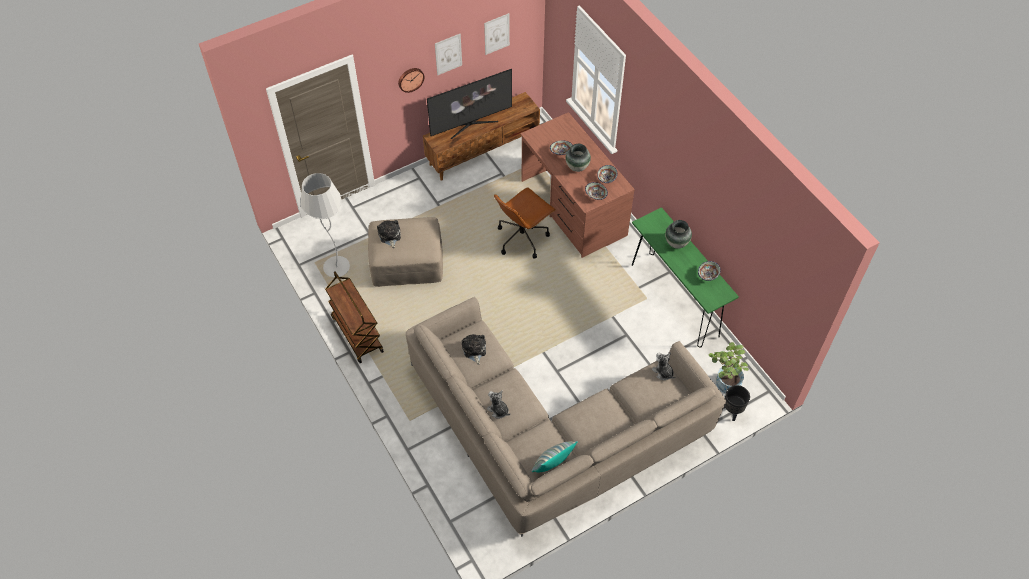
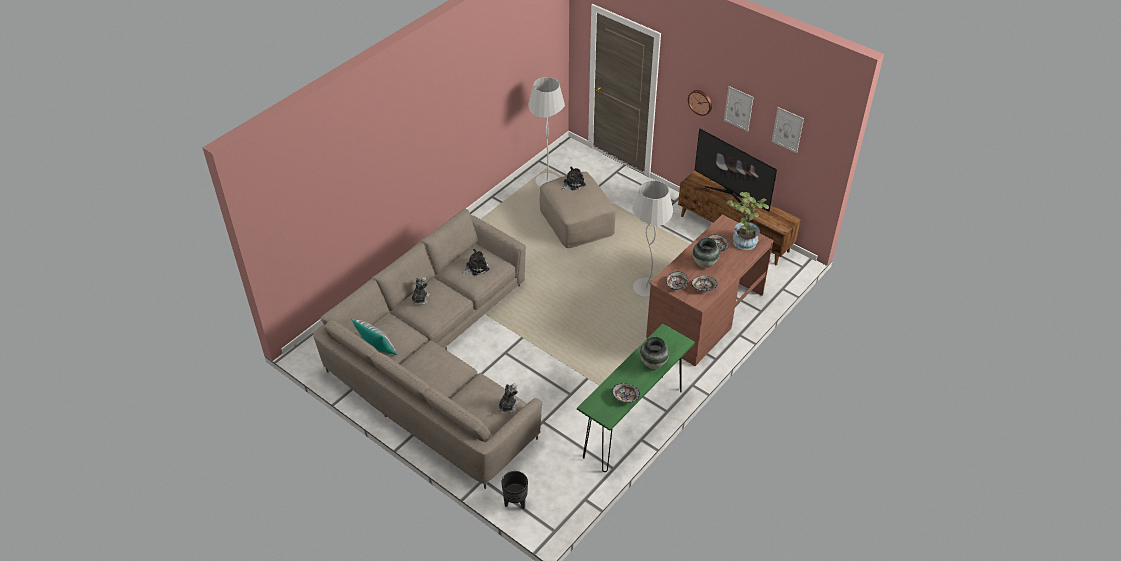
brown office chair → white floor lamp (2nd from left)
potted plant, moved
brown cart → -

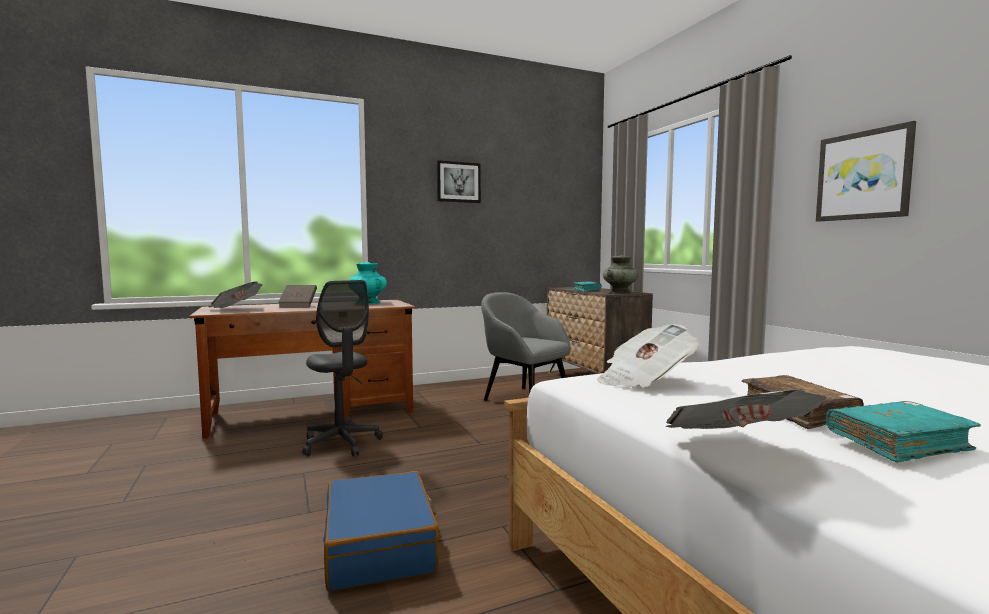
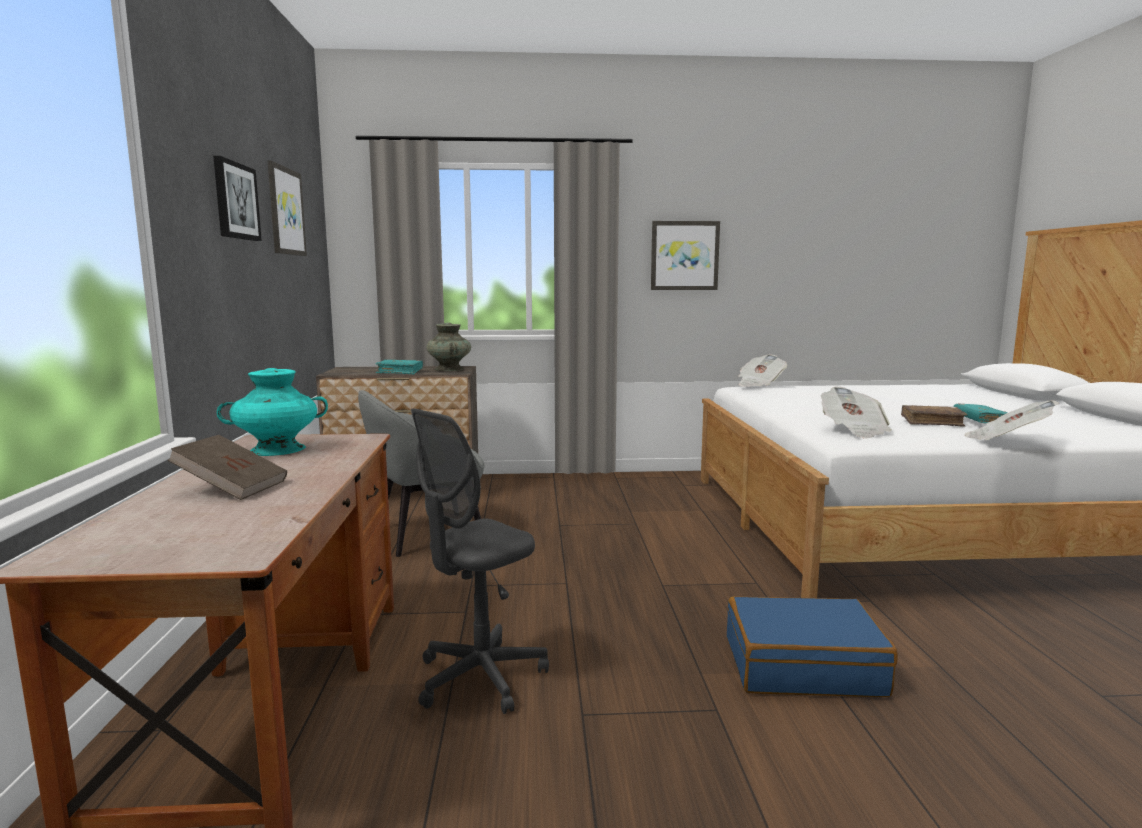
- → picture (2nd from left)
grey office chair, 150 degrees clockwise
newspaper (1st from left), moved

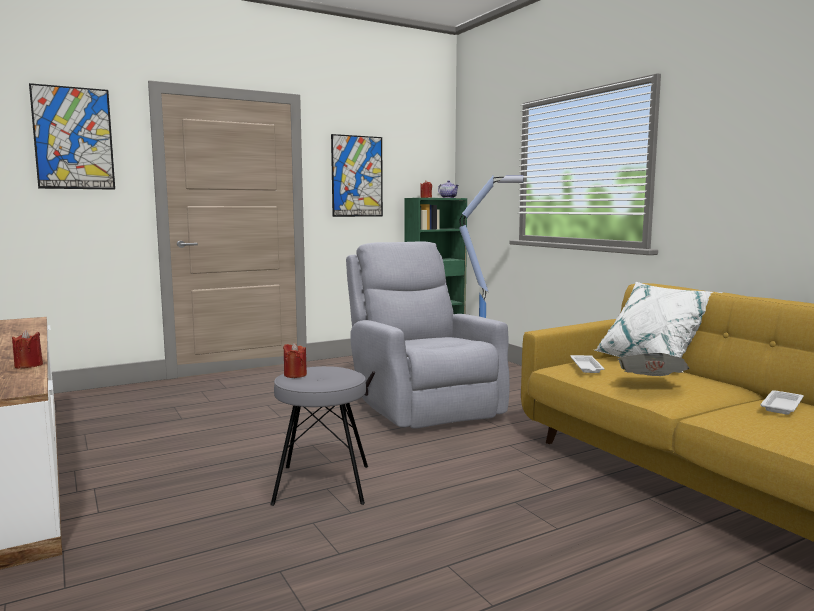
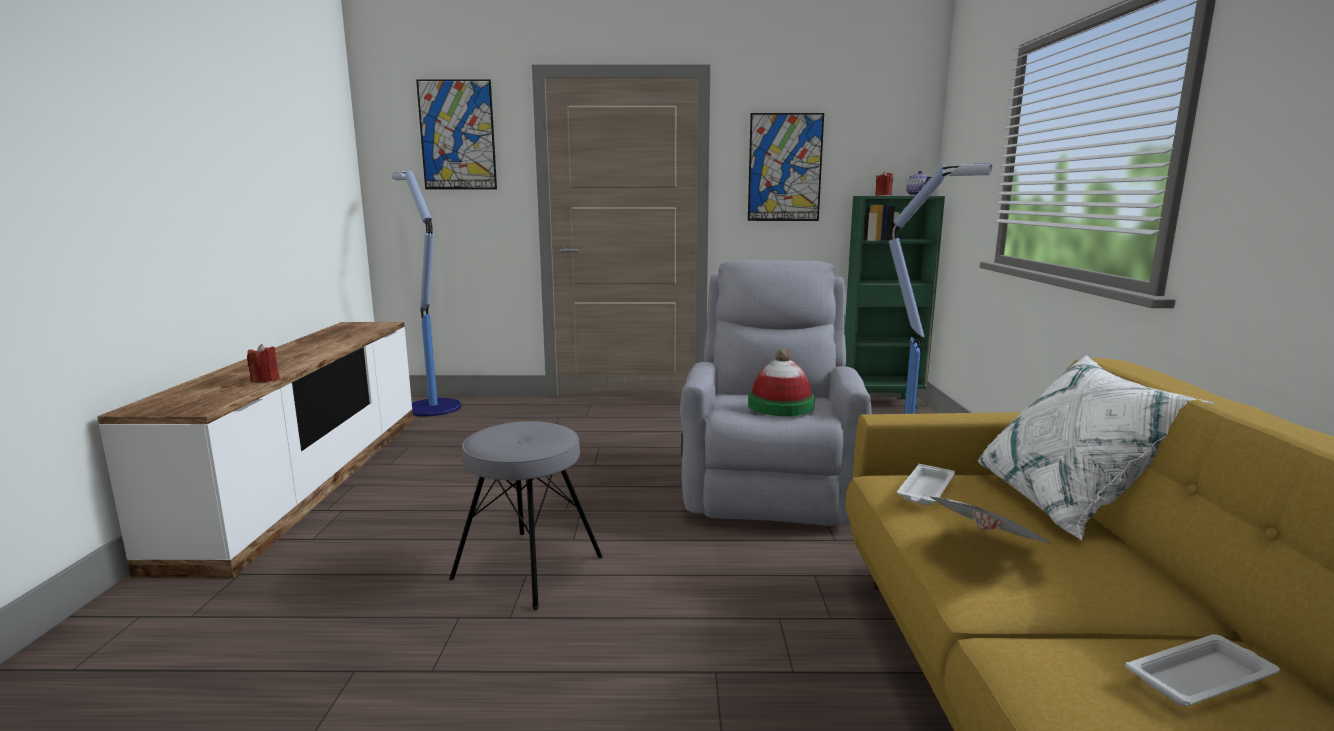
- → floor lamp (1st from left)
- → hat
red candle (2nd from left) → -

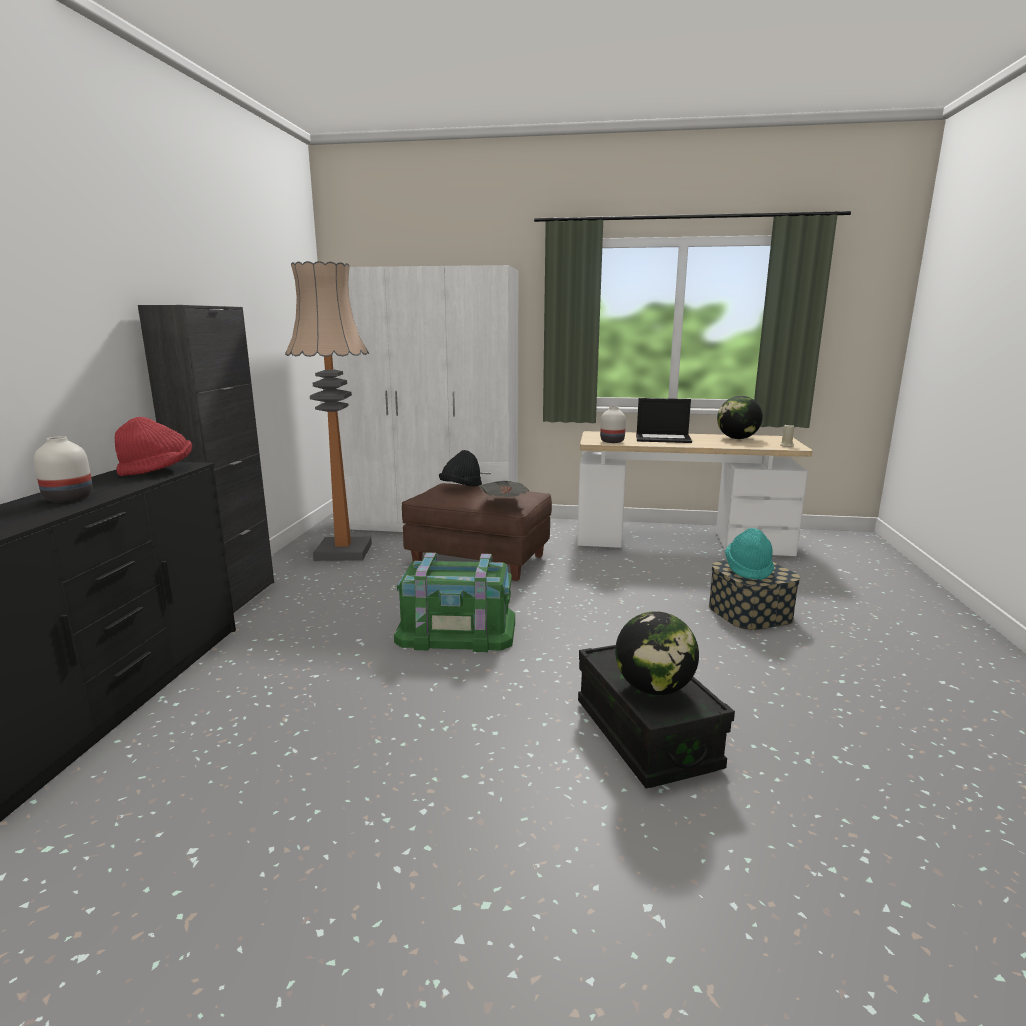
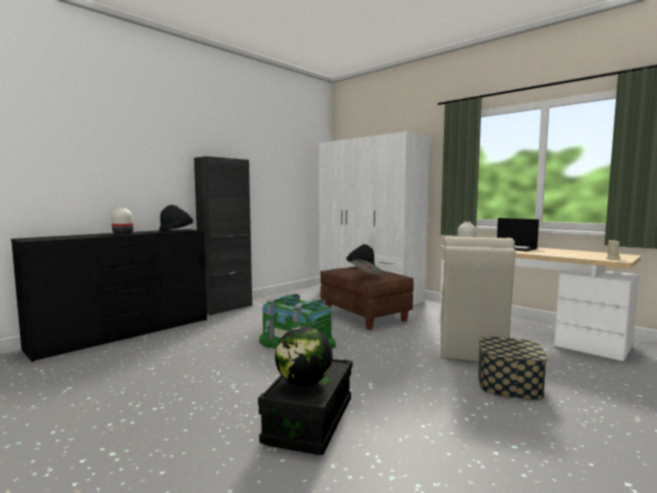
red hat → black hat (1st from left)
- → beige chair
floor lamp → -
globe (2nd from left) → -
turquoise hat → -

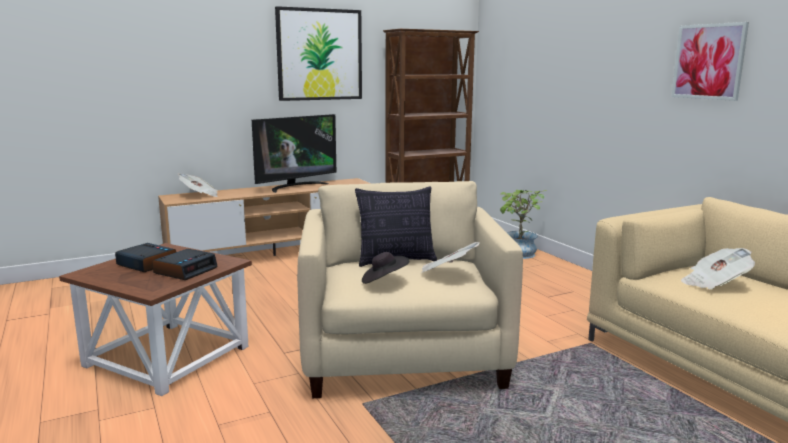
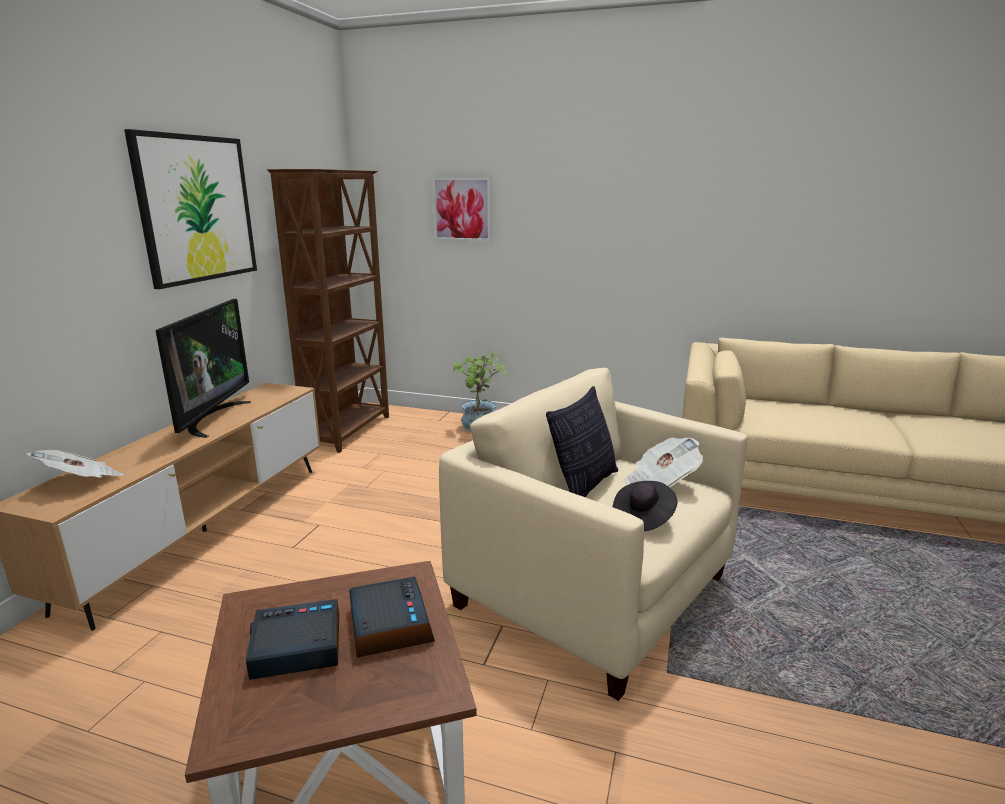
picture (2nd from left), moved
newspaper (3rd from left) → -

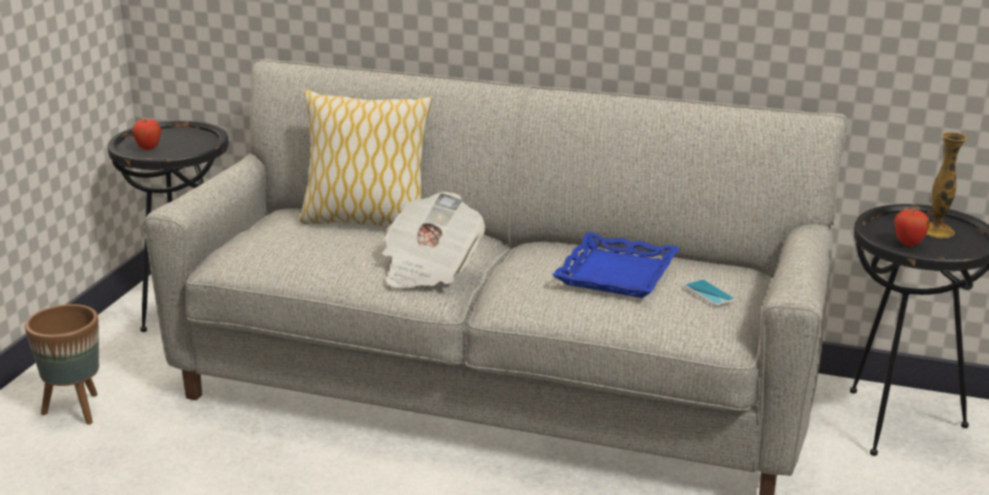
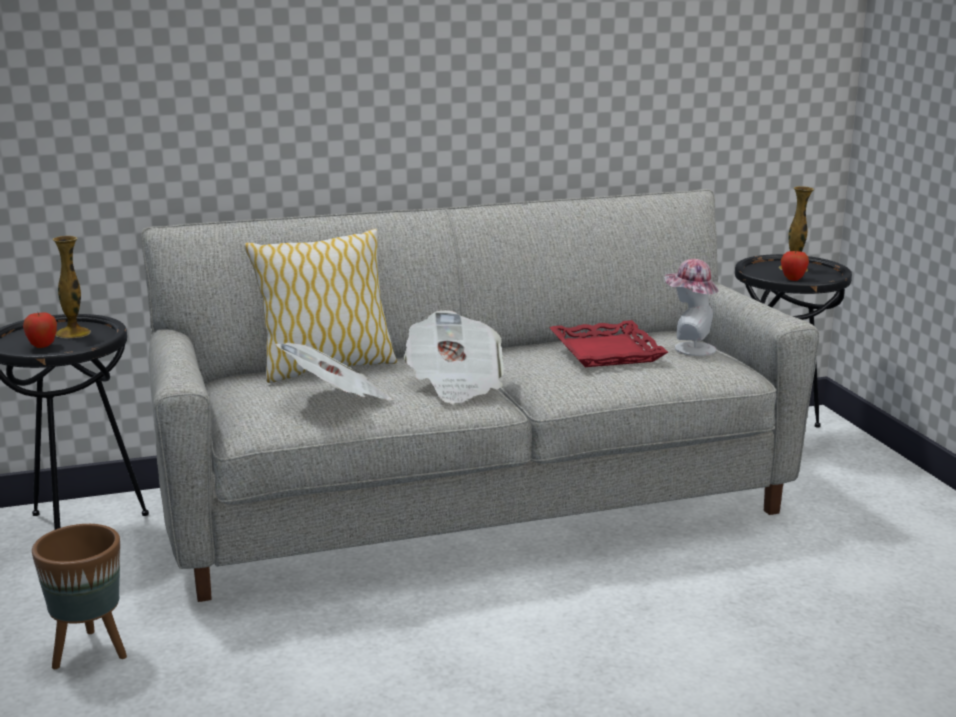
- → vase (1st from left)
- → newspaper (1st from left)
blue tray → red tray
phone → hat

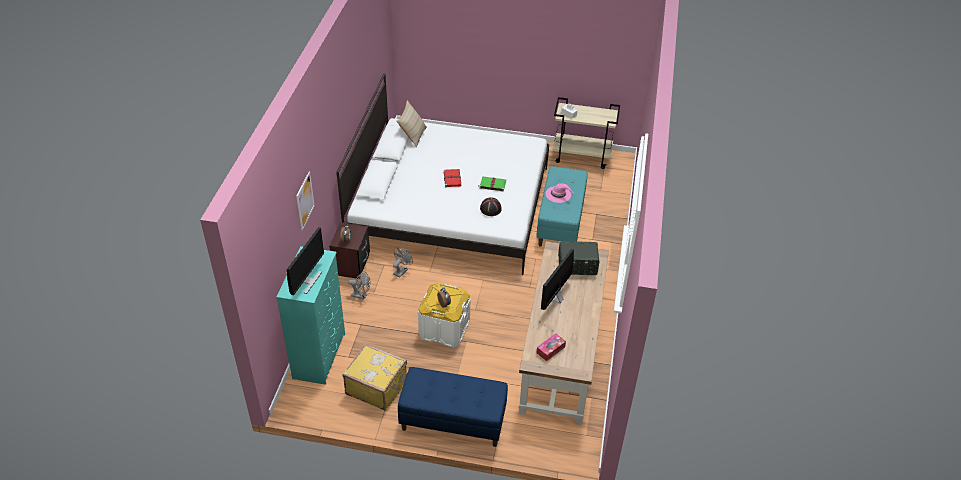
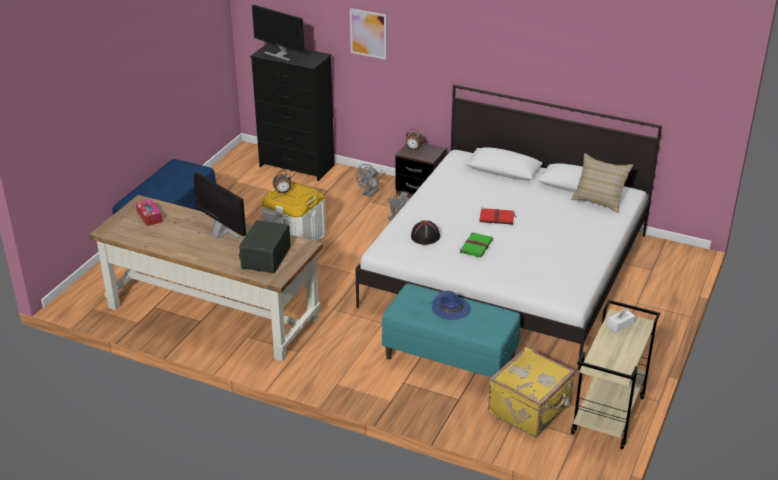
turquoise dresser → black dresser
pink hat → blue hat
yellow suitcase, moved

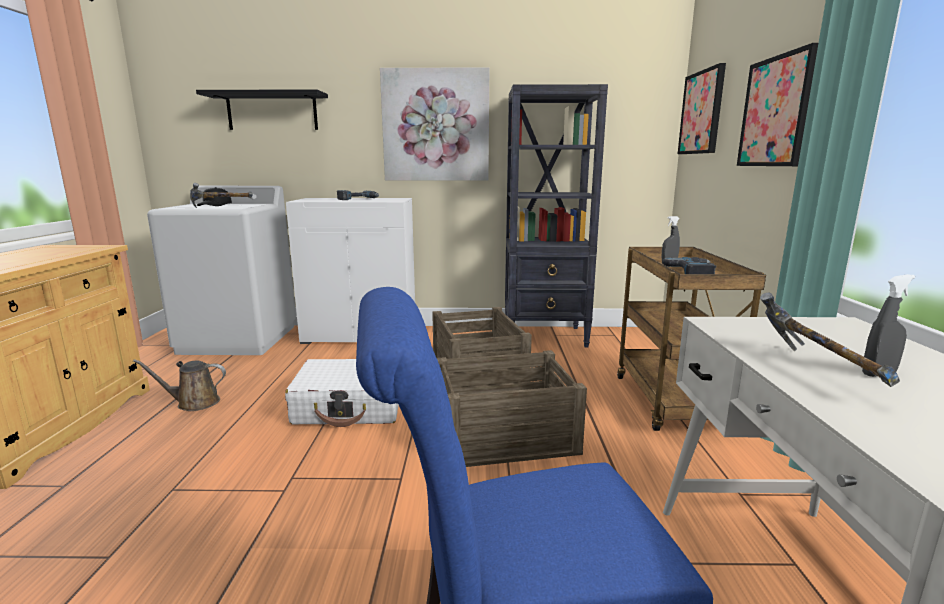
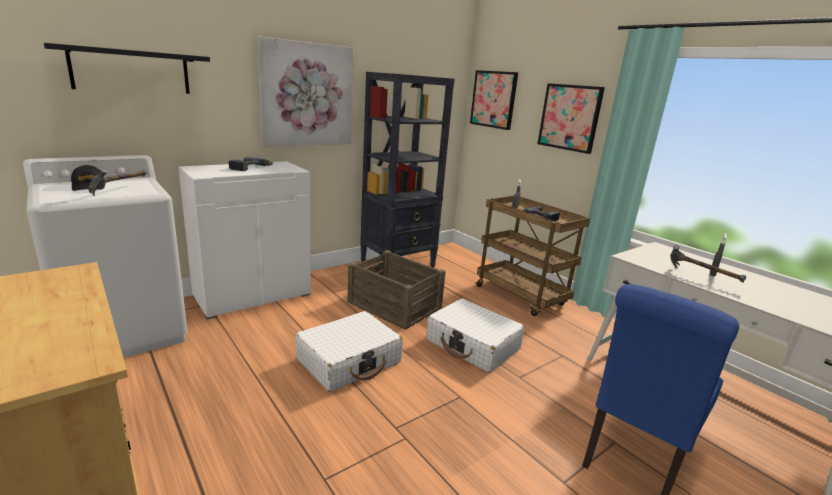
crate (2nd from left) → white suitcase (2nd from left)
brown watering can → -

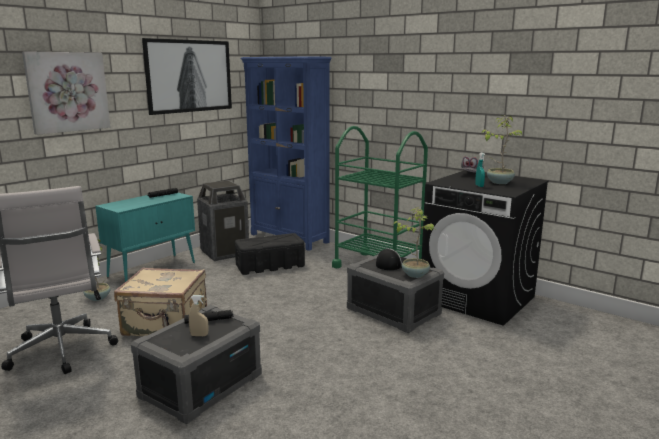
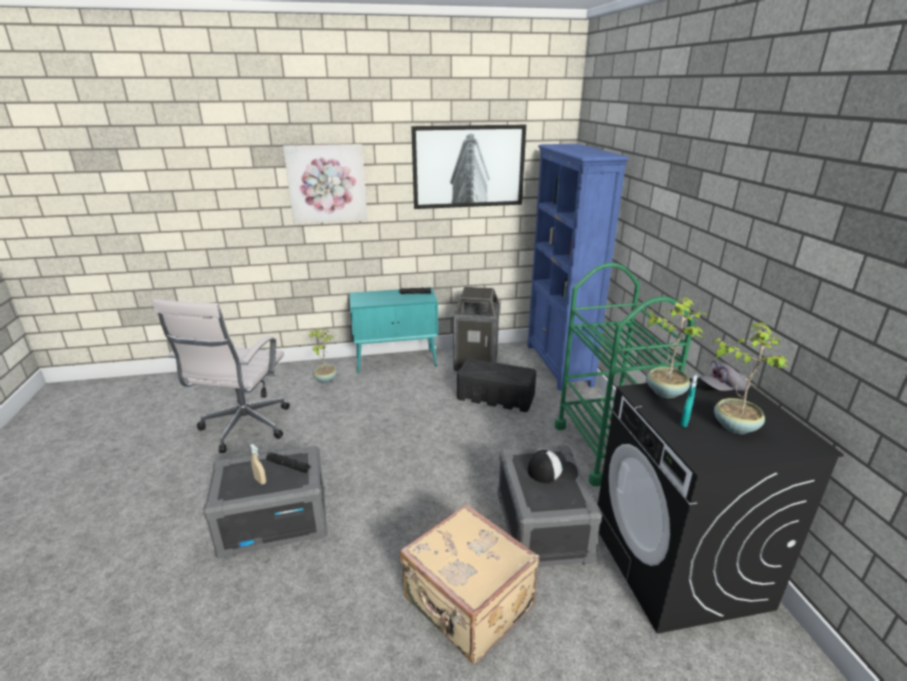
beige suitcase, moved
potted plant (2nd from left), moved

